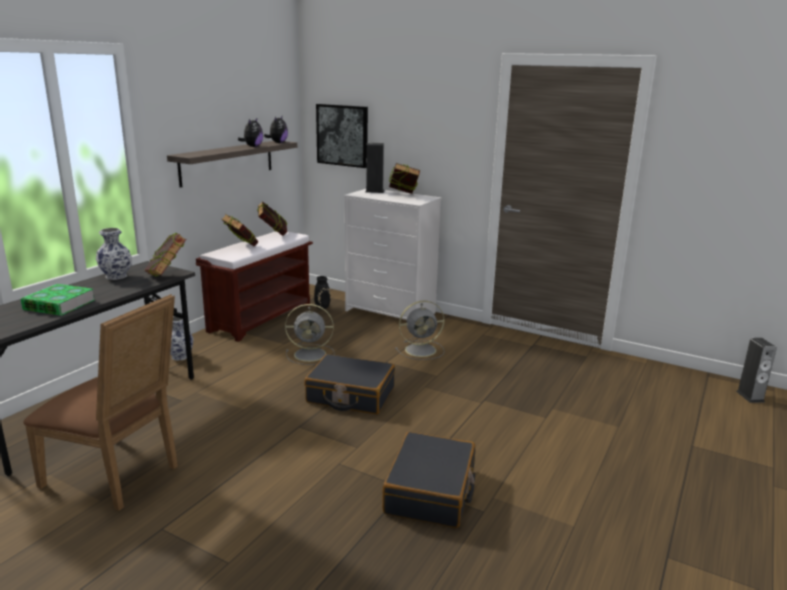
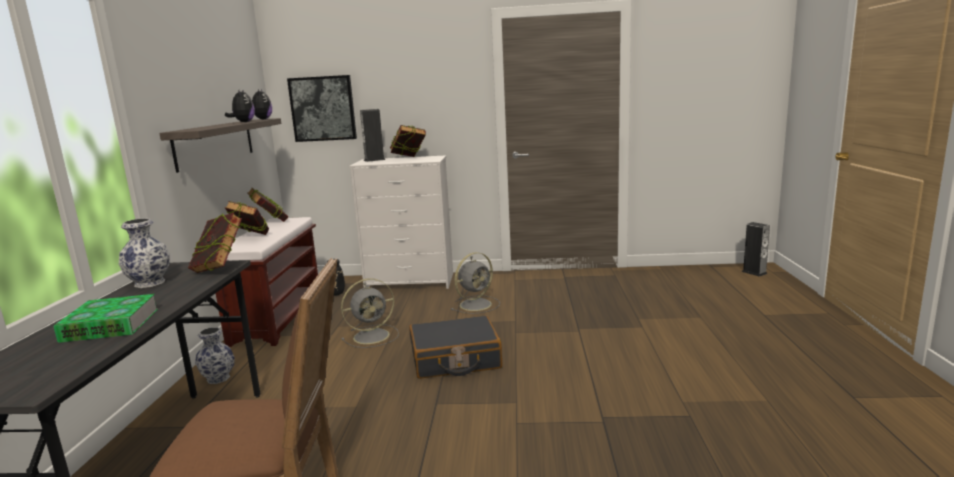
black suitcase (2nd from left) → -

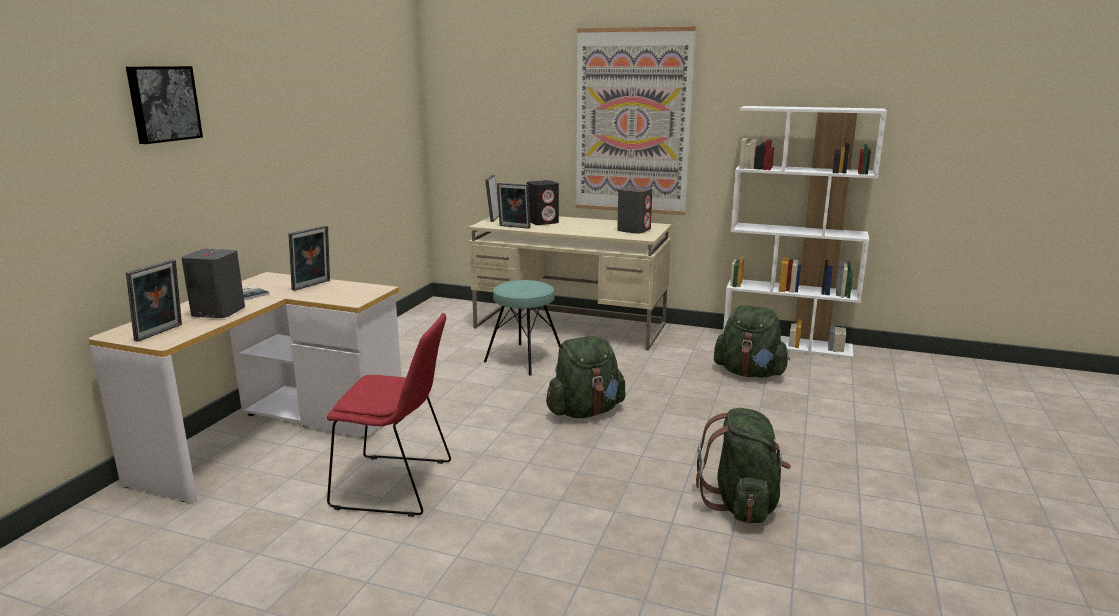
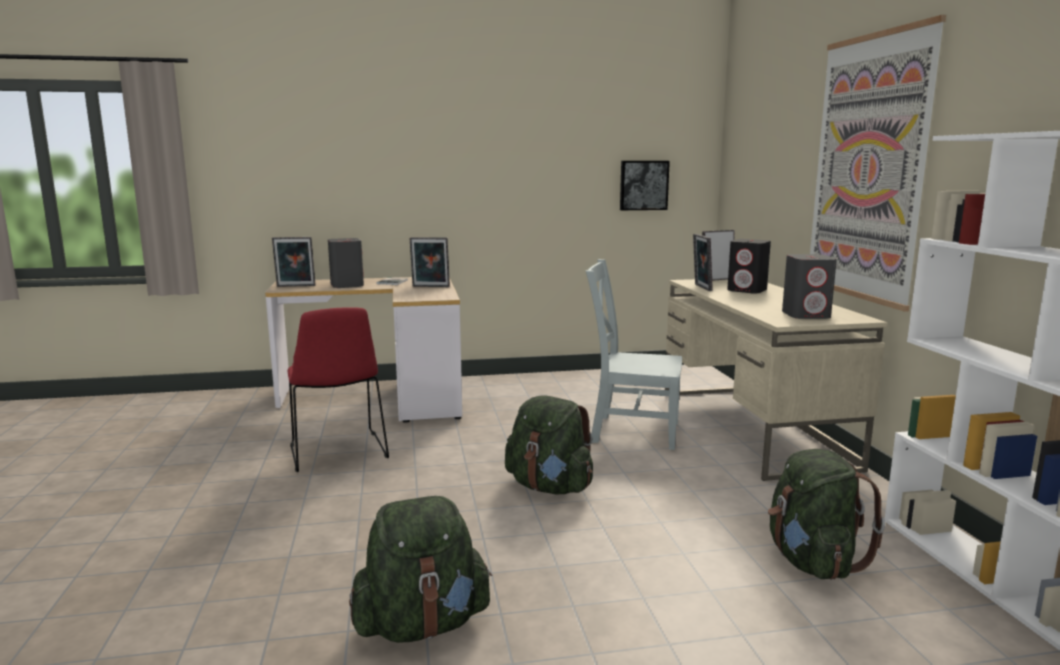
turquoise stool → grey chair
picture (1st from left), moved

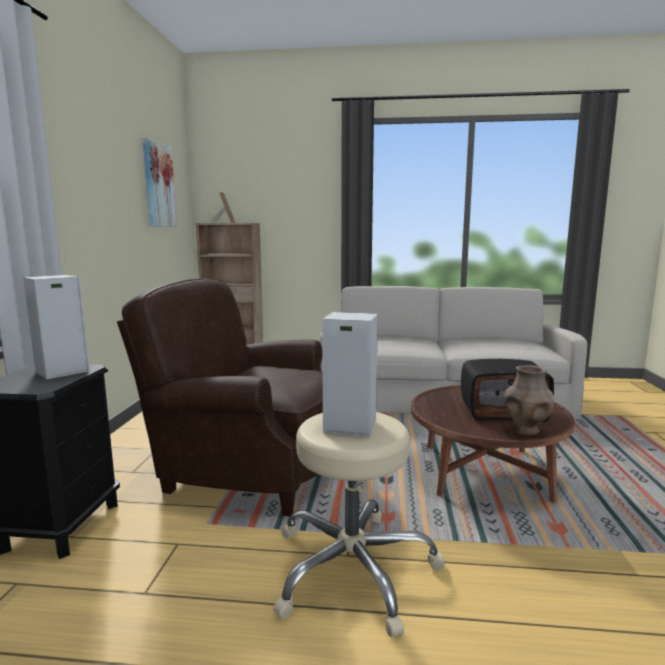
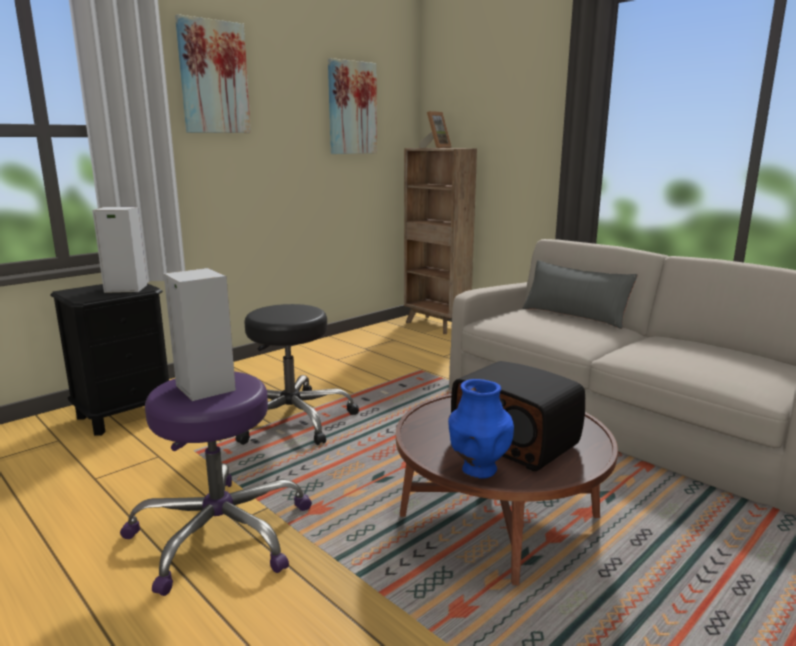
beige stool → purple stool
- → picture (1st from left)
brown armchair → black stool
brown vase → blue vase
- → grey pillow

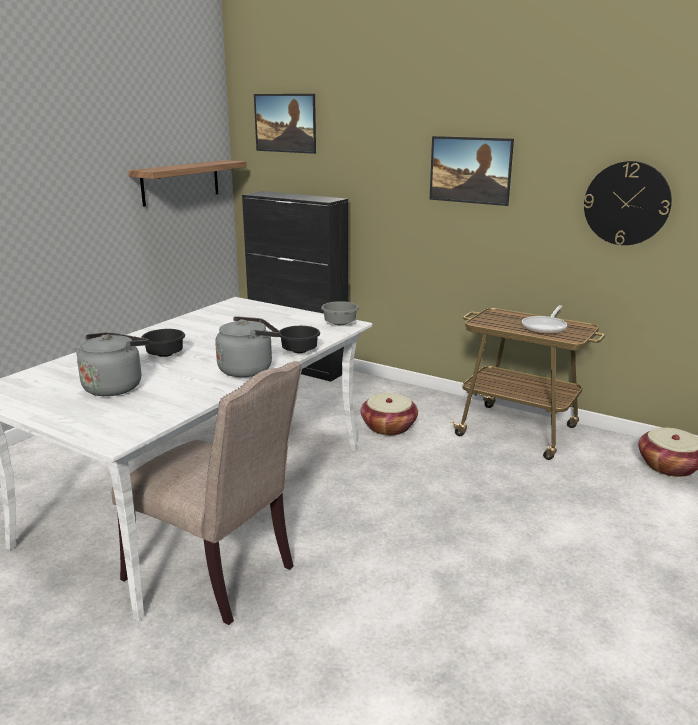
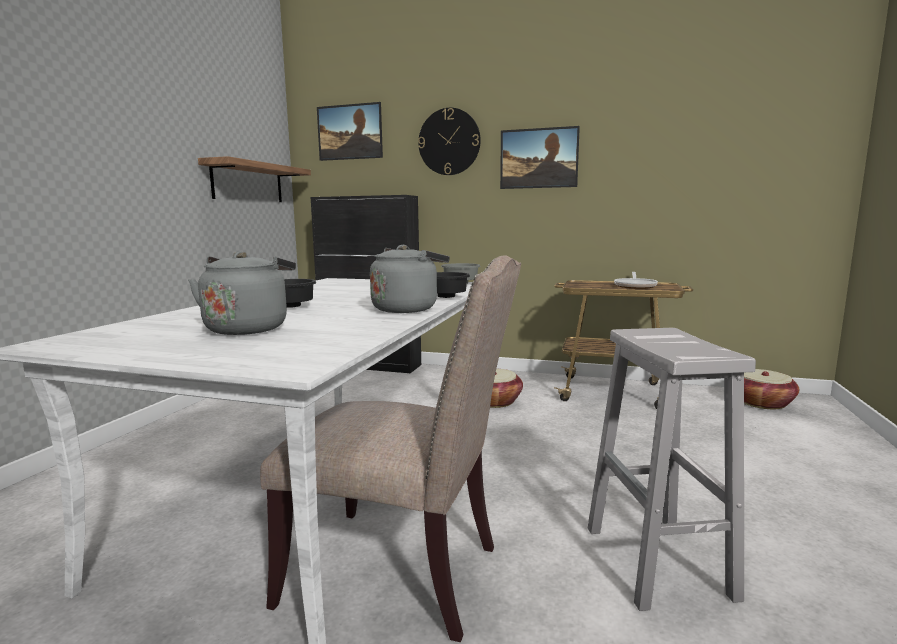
wall clock, moved
- → white stool

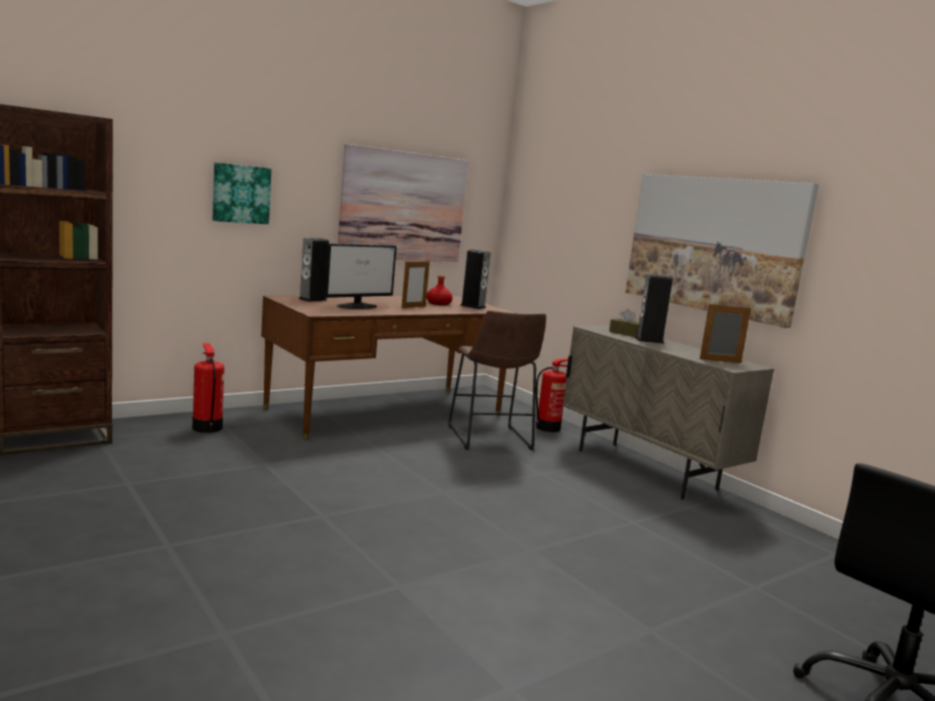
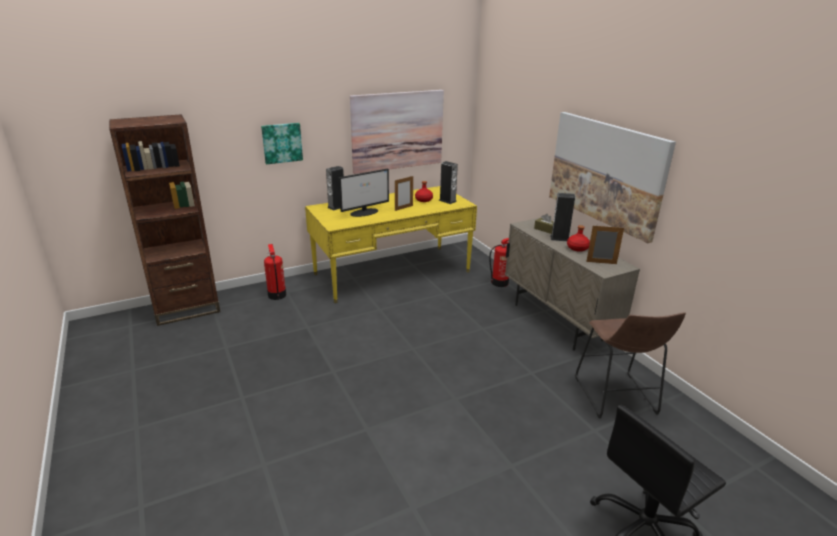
brown desk → yellow desk
- → red bottle (2nd from left)
brown stool, moved

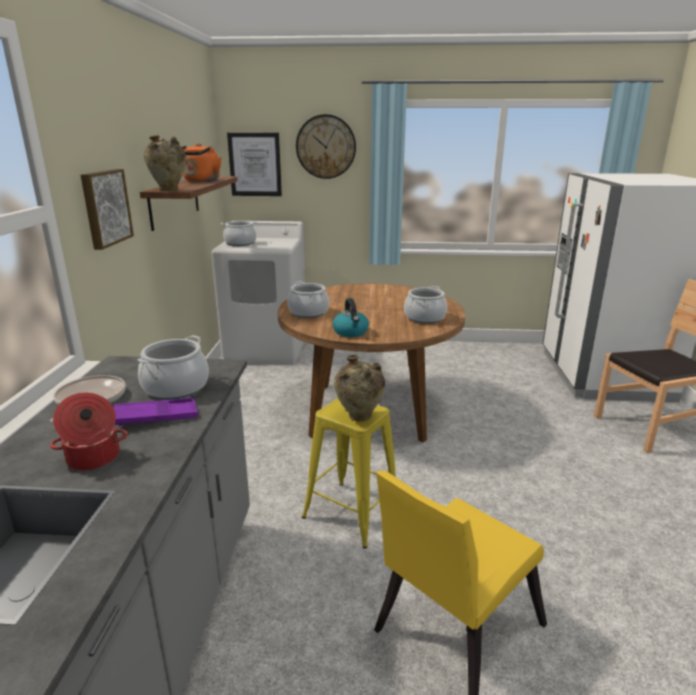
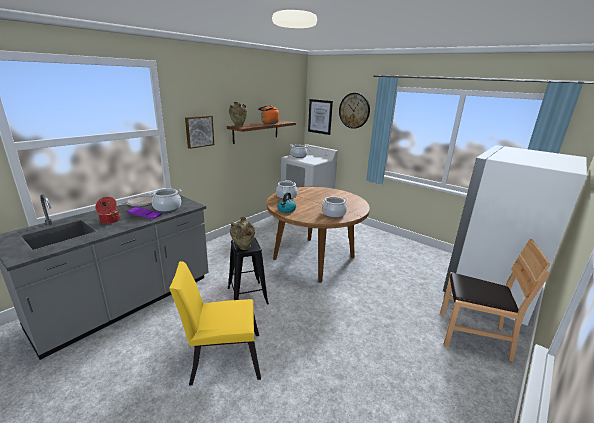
yellow stool → black stool

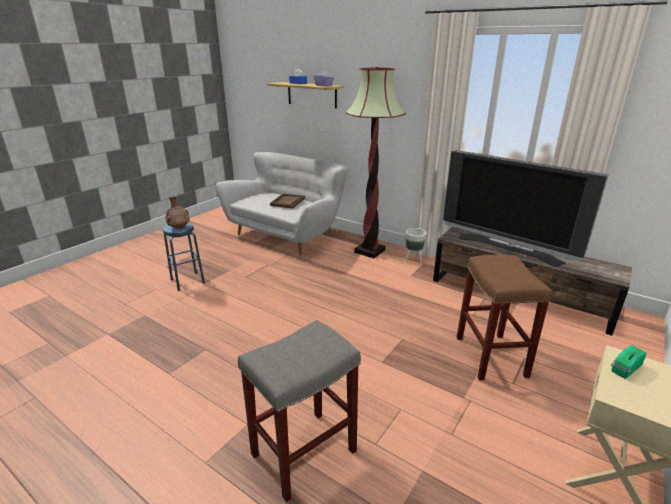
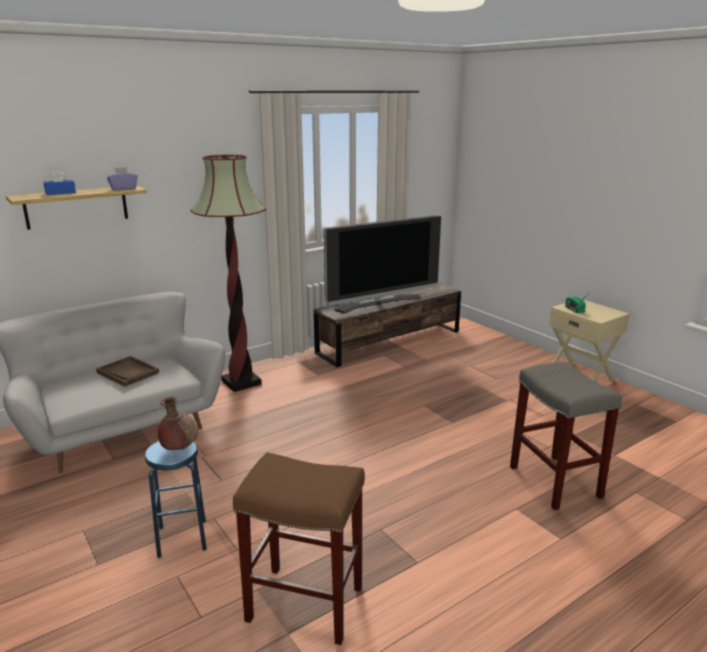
brown stool, moved
white planter → -

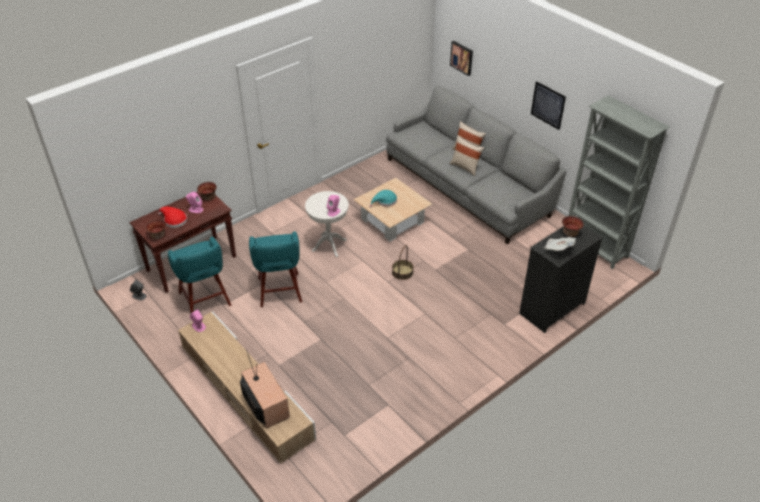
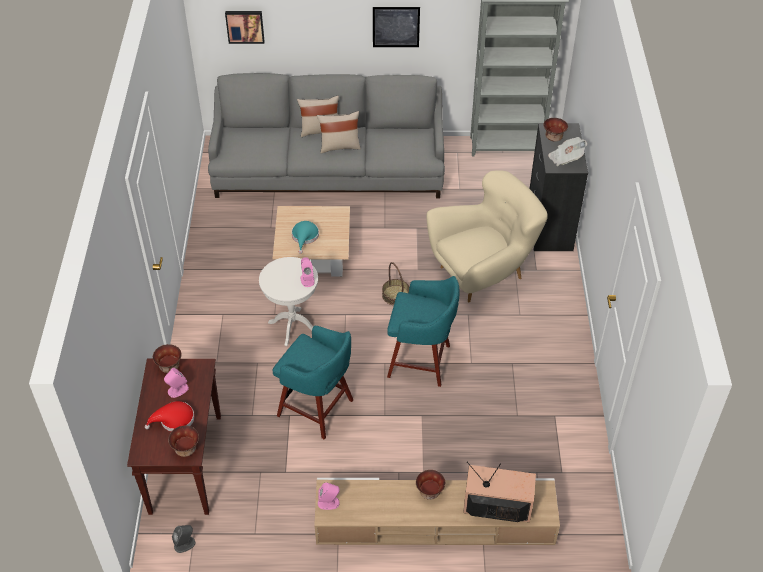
turquoise stool (1st from left in the first image) → turquoise stool (2nd from left), moved
- → bowl (3rd from left)
- → beige armchair

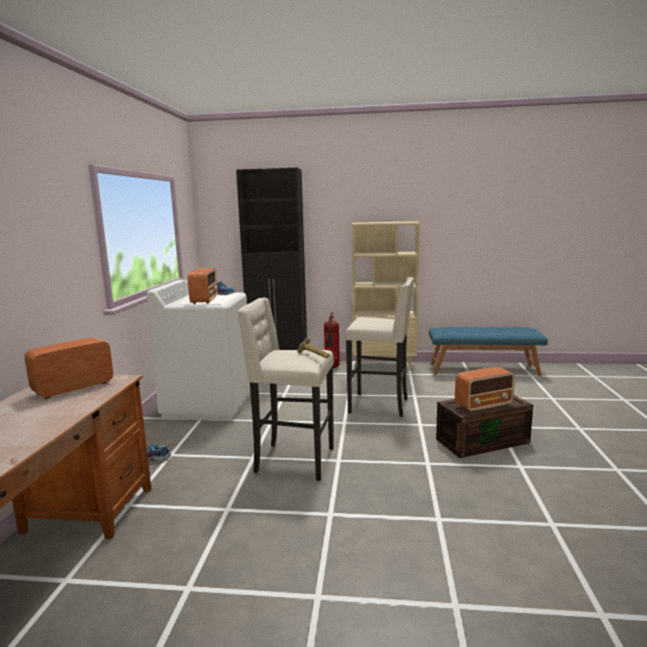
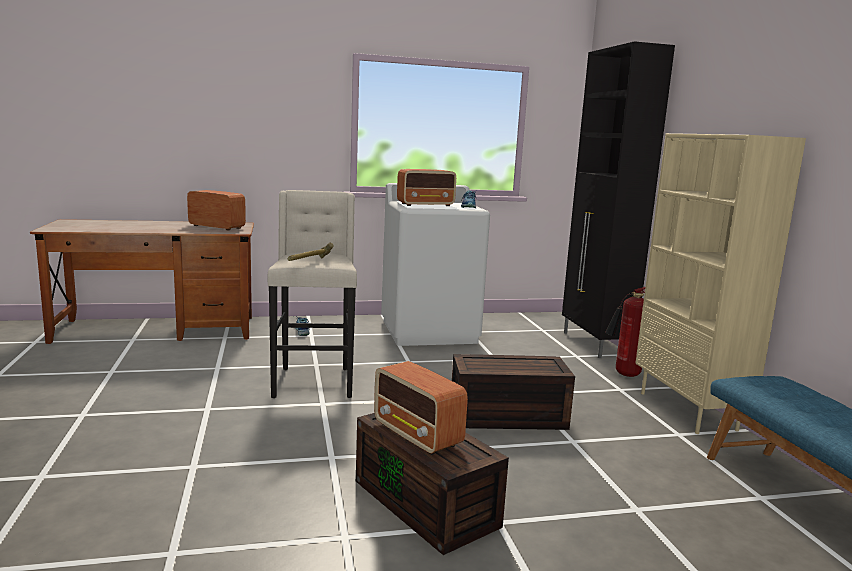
beige stool (2nd from left) → brown storage box (2nd from left)

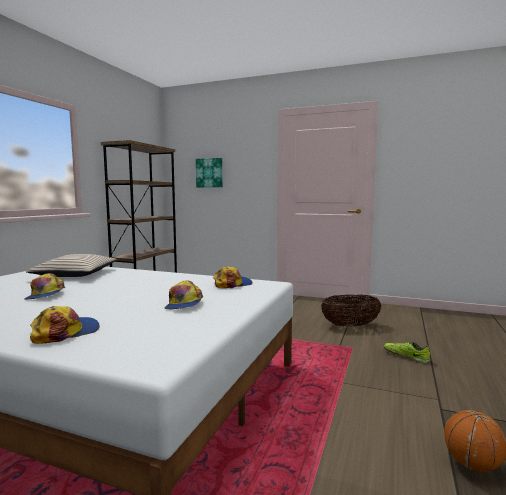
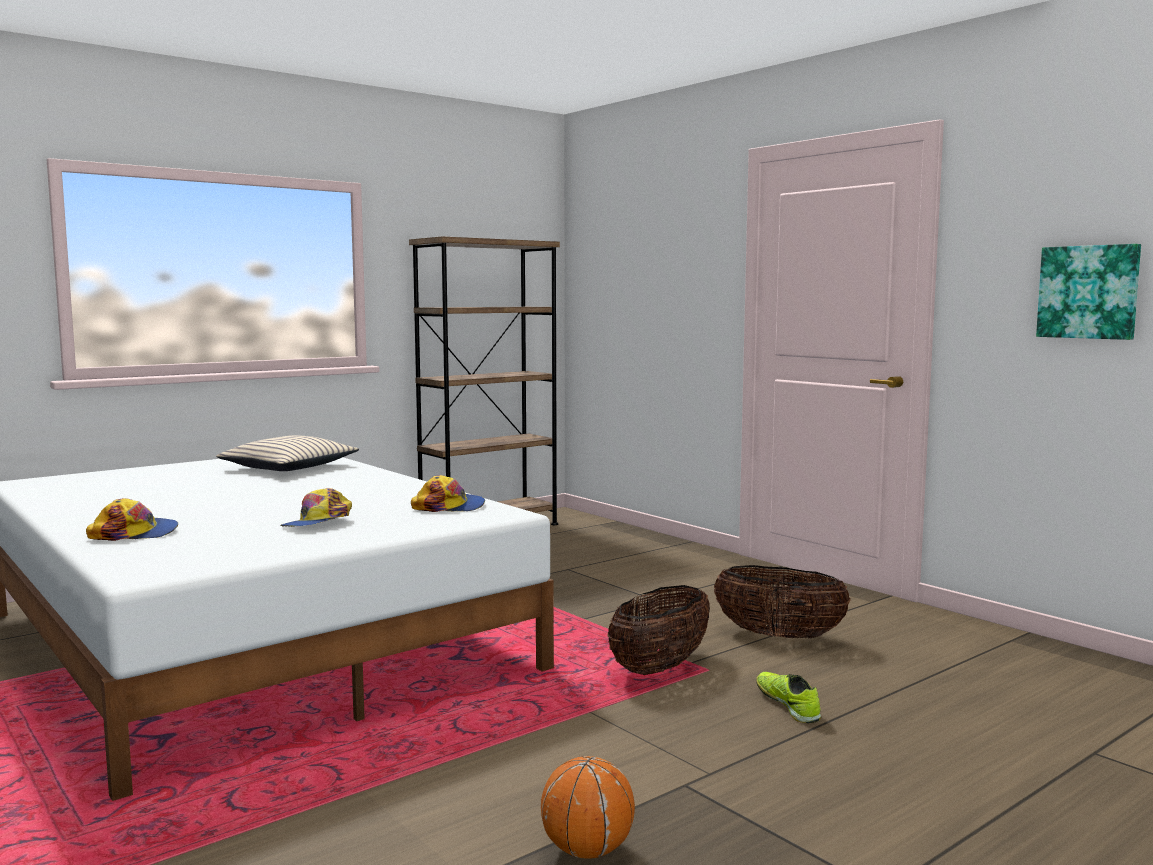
- → basket (1st from left)
picture, moved
cap (1st from left) → -

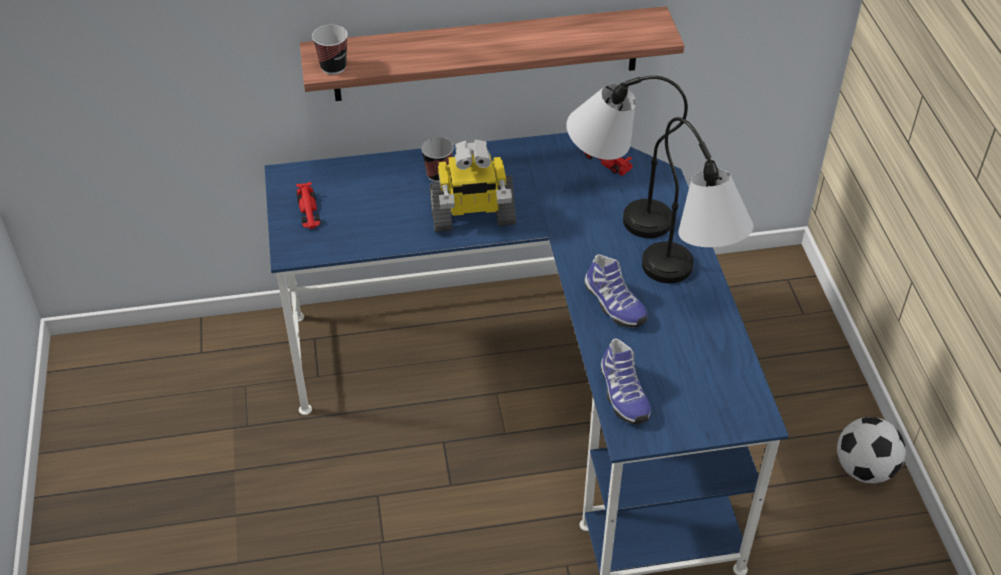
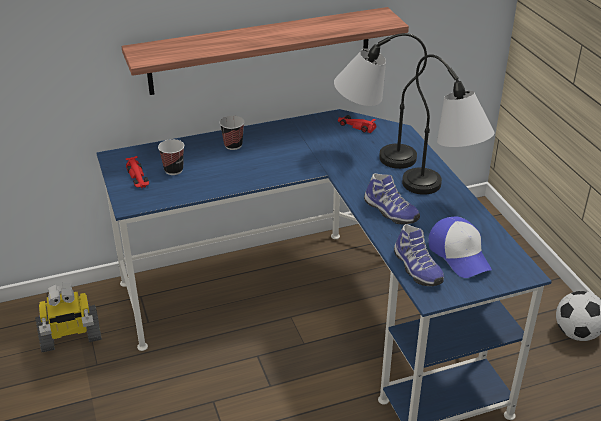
toy robot, moved
cup (1st from left), moved
- → cap

